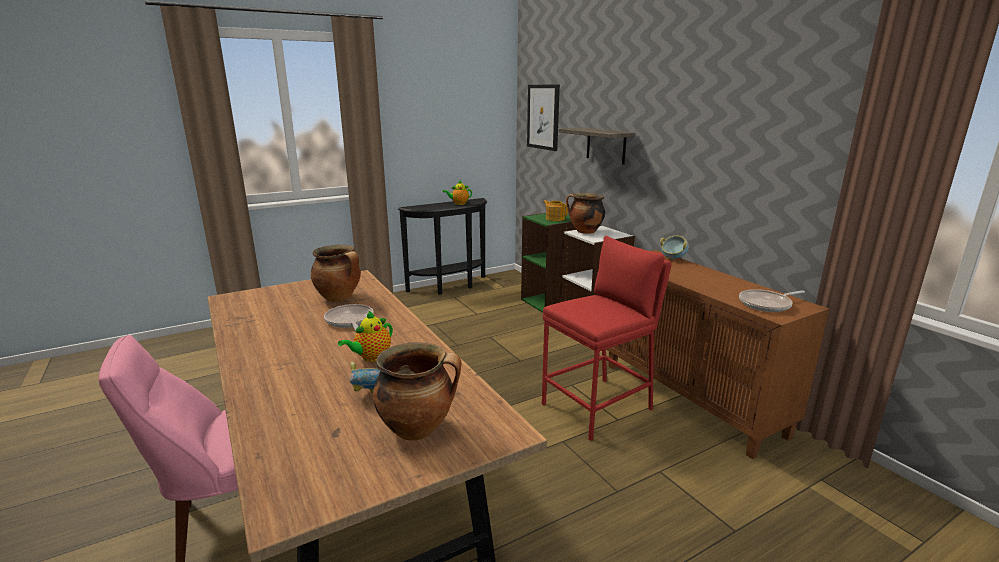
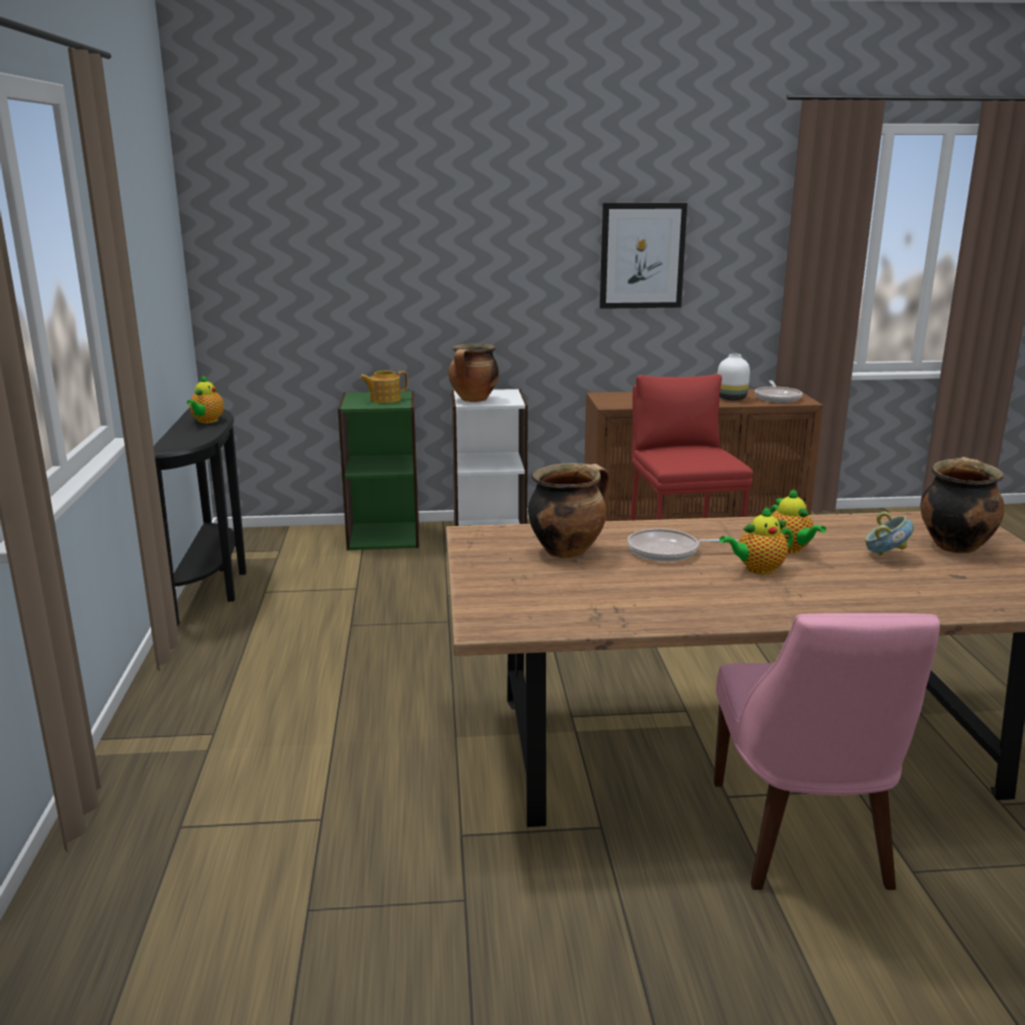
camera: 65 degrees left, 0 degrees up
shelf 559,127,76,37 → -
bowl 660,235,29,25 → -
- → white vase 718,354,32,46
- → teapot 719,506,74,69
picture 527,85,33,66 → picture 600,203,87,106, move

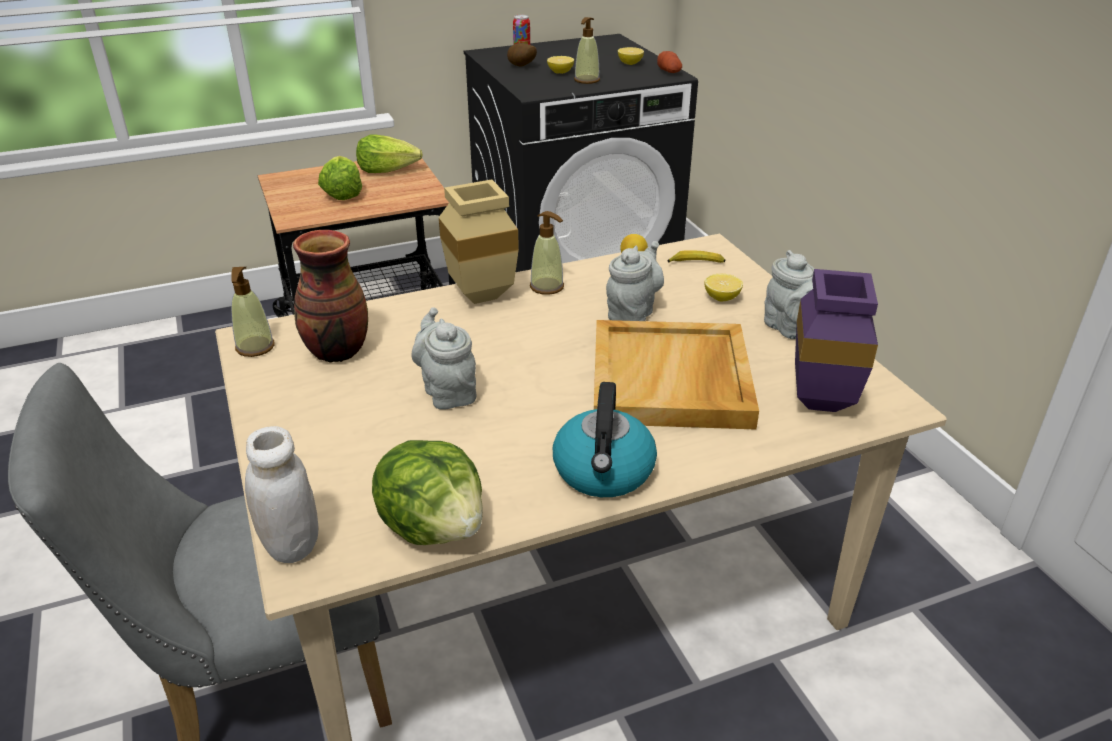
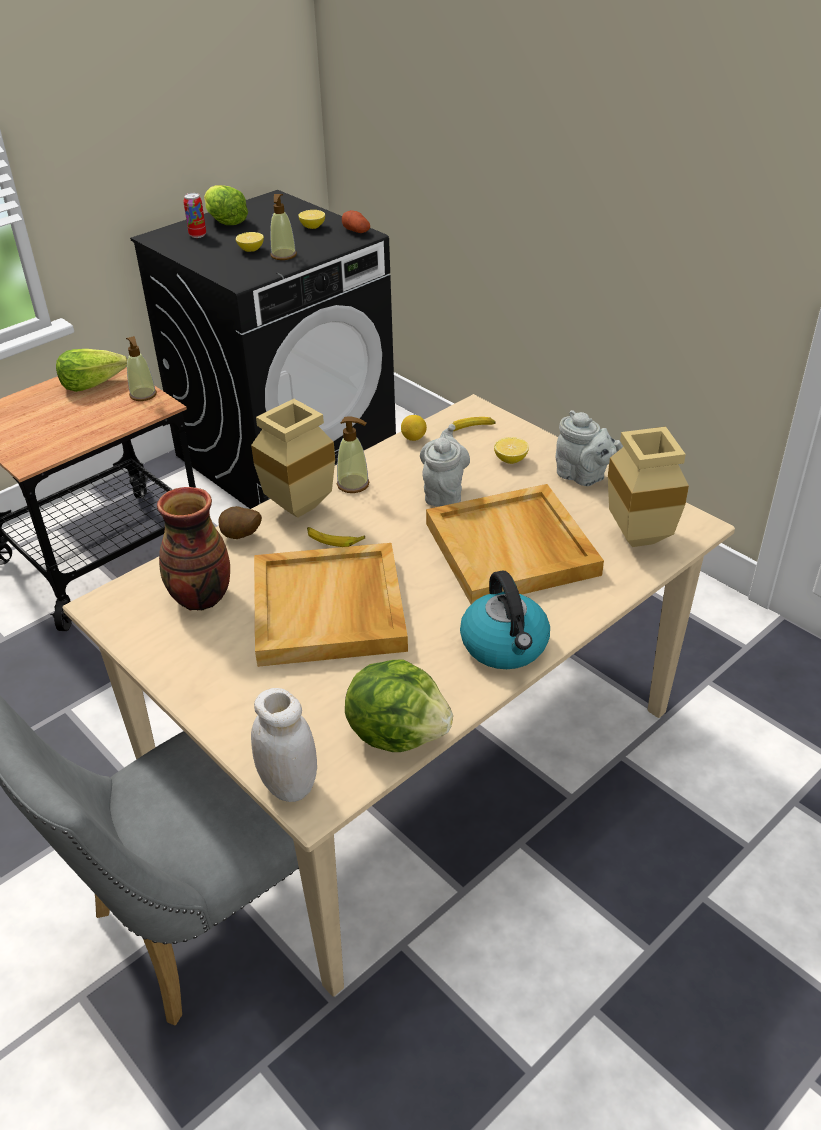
camera: 20 degrees left, 5 degrees up
- → banana 307,527,58,20
soap dispenser 231,267,43,90 → soap dispenser 126,336,31,65, move
lettuce 318,156,44,44 → lettuce 204,185,44,40, move
potato 507,43,30,23 → potato 218,506,44,33, move
grey teapot 411,307,65,102 → beige tray 254,543,154,124
purple vase 795,269,83,143 → beige vase 608,427,81,120

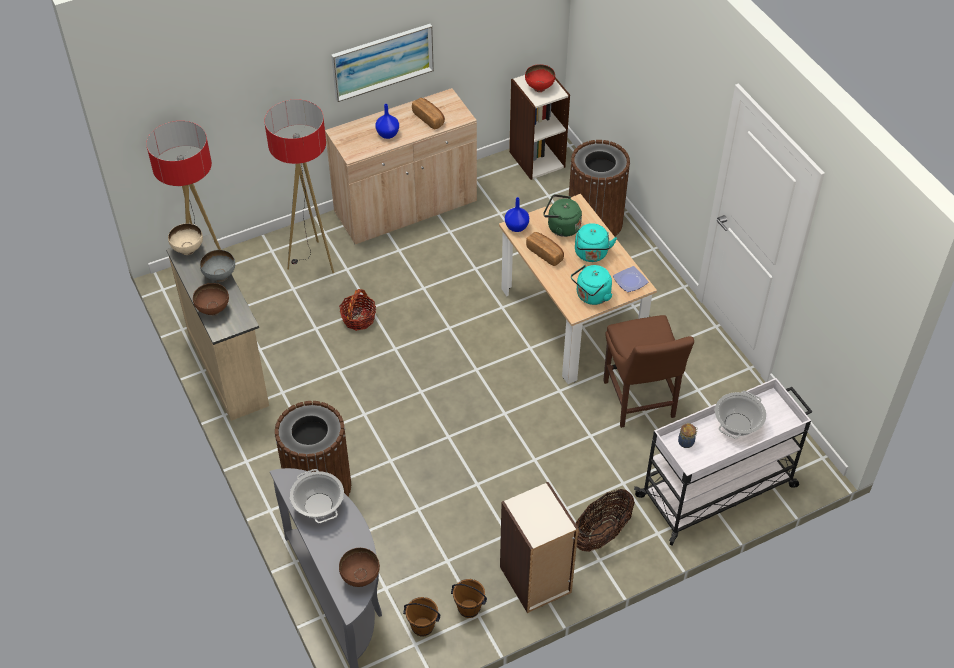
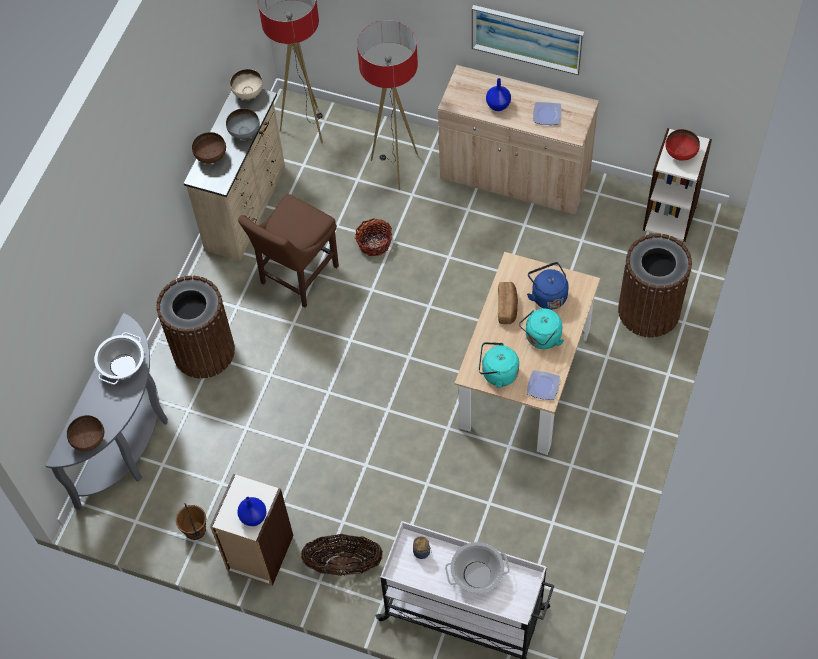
camera: 50 degrees right, 10 degrees up
brown bucket 403,597,38,40 → -
blue vase 505,197,24,35 → blue vase 237,497,30,29, move
brown chair 603,315,91,113 → brown chair 238,194,101,114, move
bread 412,98,33,31 → plate 533,102,29,23
green kettle 543,194,39,43 → blue kettle 527,262,42,48

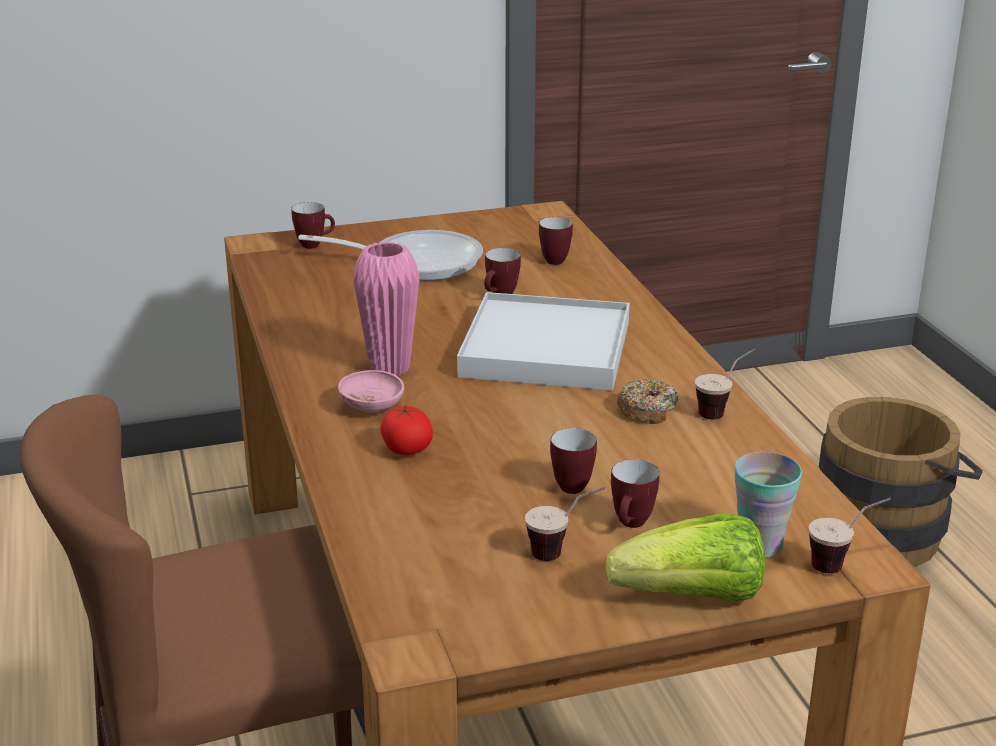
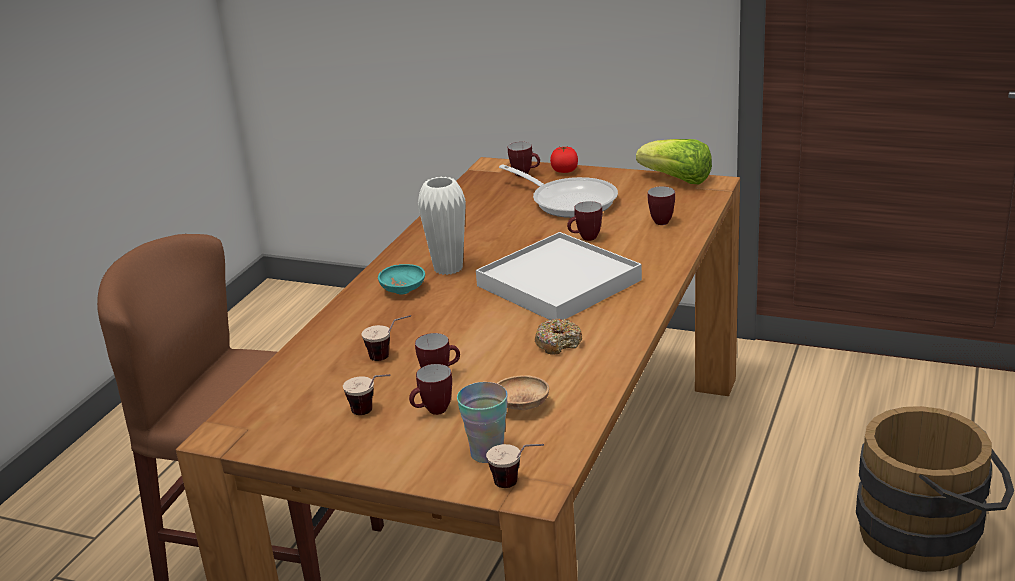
camera: 40 degrees right, 0 degrees up
- → brown bowl 497,375,52,35
tomato 380,405,53,50 → tomato 550,146,28,27, move
lettuce 606,513,159,89 → lettuce 636,139,76,45, move
cup 695,348,60,71 → cup 362,315,49,46, move
pink bowl 338,370,66,43 → turquoise bowl 378,264,47,31
pink vase 353,242,67,134 → white vase 418,177,48,98

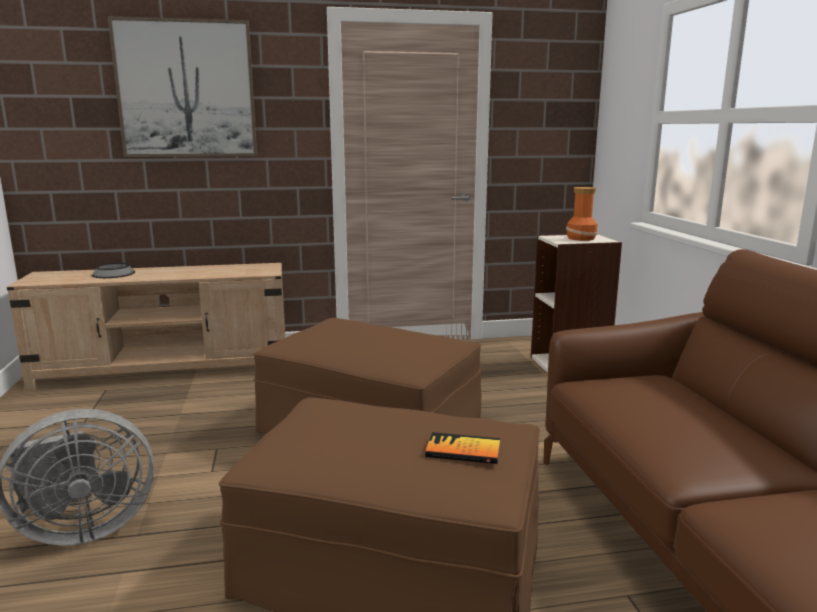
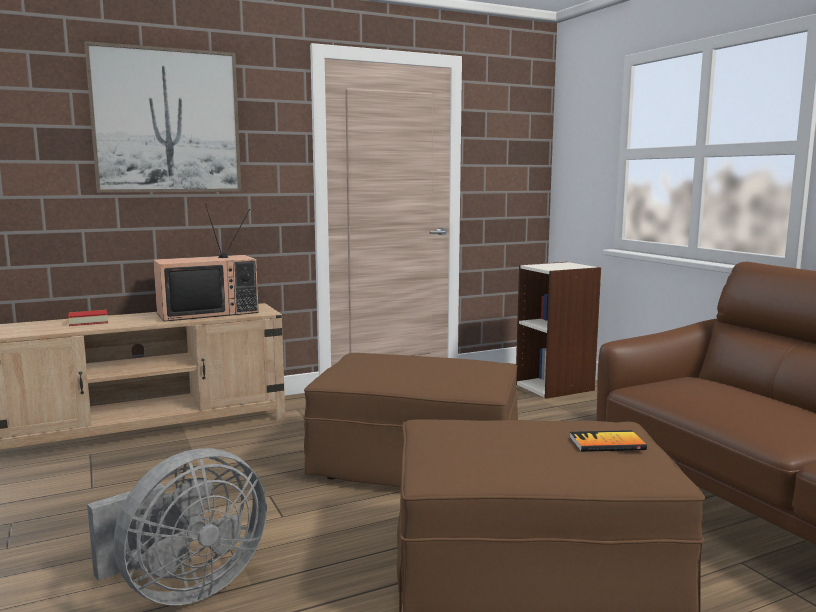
camera: 15 degrees left, 5 degrees down
vase 566,187,32,54 → -
- → television 153,204,106,118
bowl 92,263,43,15 → book 68,310,40,16

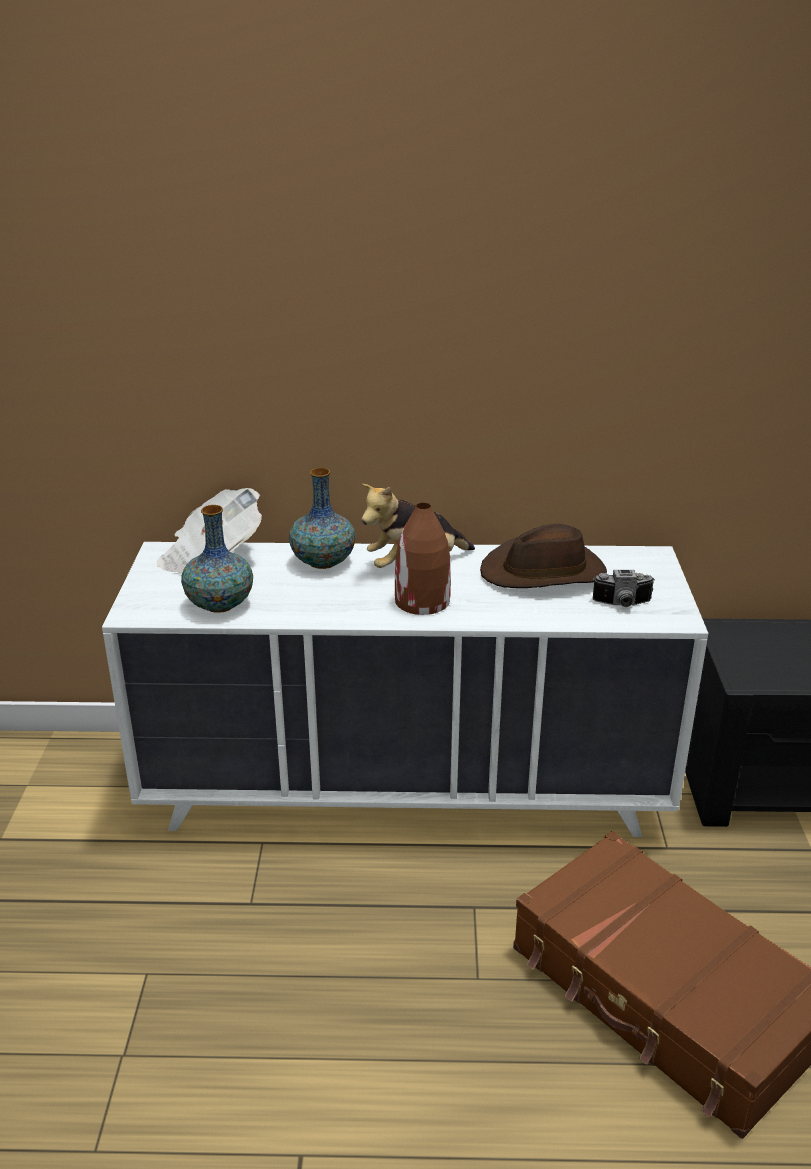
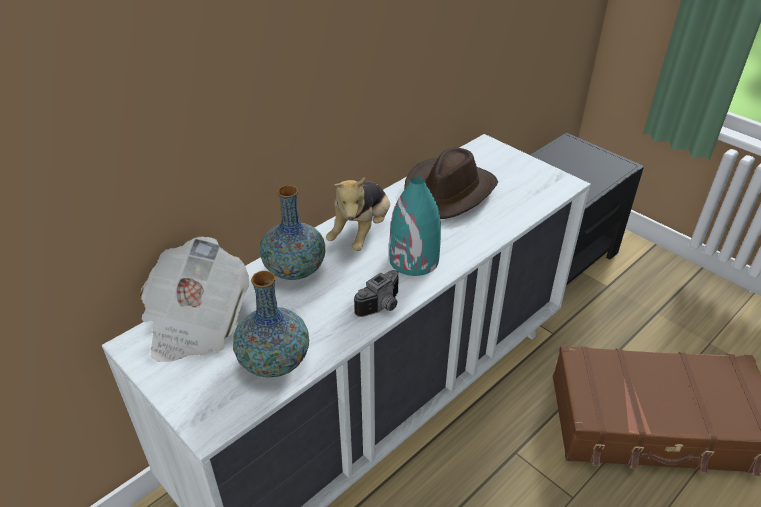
camera: 45 degrees left, 10 degrees up
photo camera 592,570,63,37 → photo camera 354,270,45,47, move
brown vase 395,503,56,112 → turquoise vase 389,177,52,99

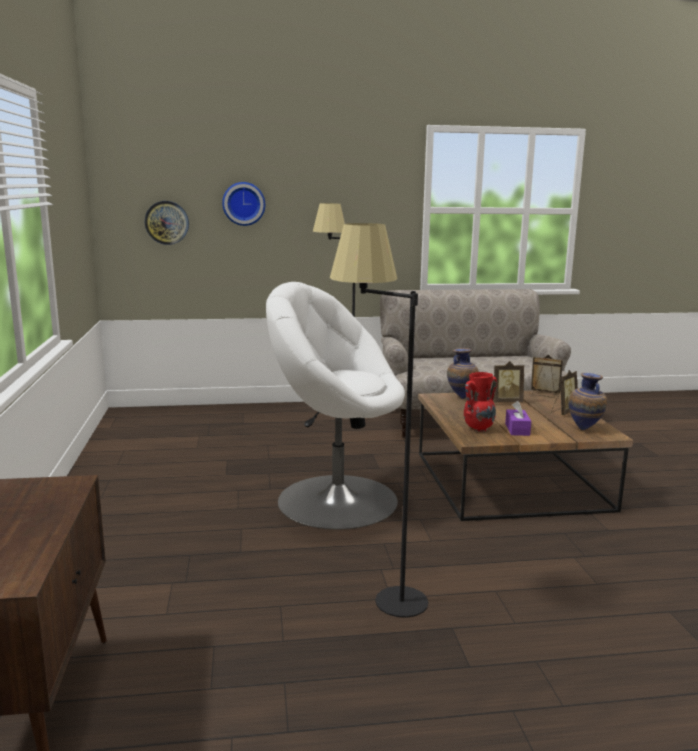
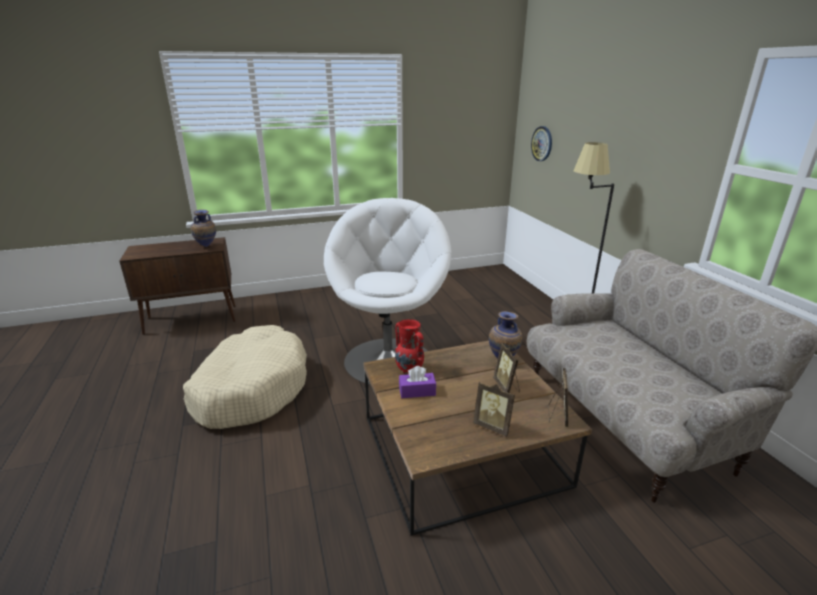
camera: 80 degrees right, 10 degrees up
wall clock 222,182,43,44 → -
vase 569,373,38,57 → vase 191,209,25,38, move
black floor lamp 330,223,98,395 → beige dog bed 183,325,124,104

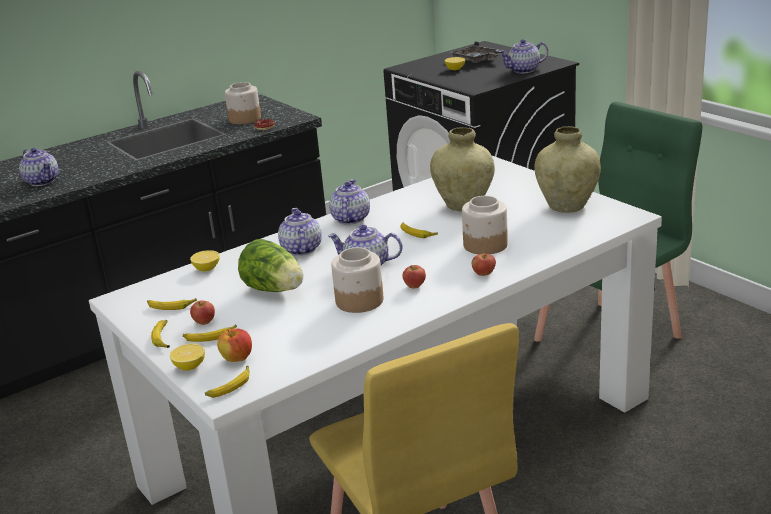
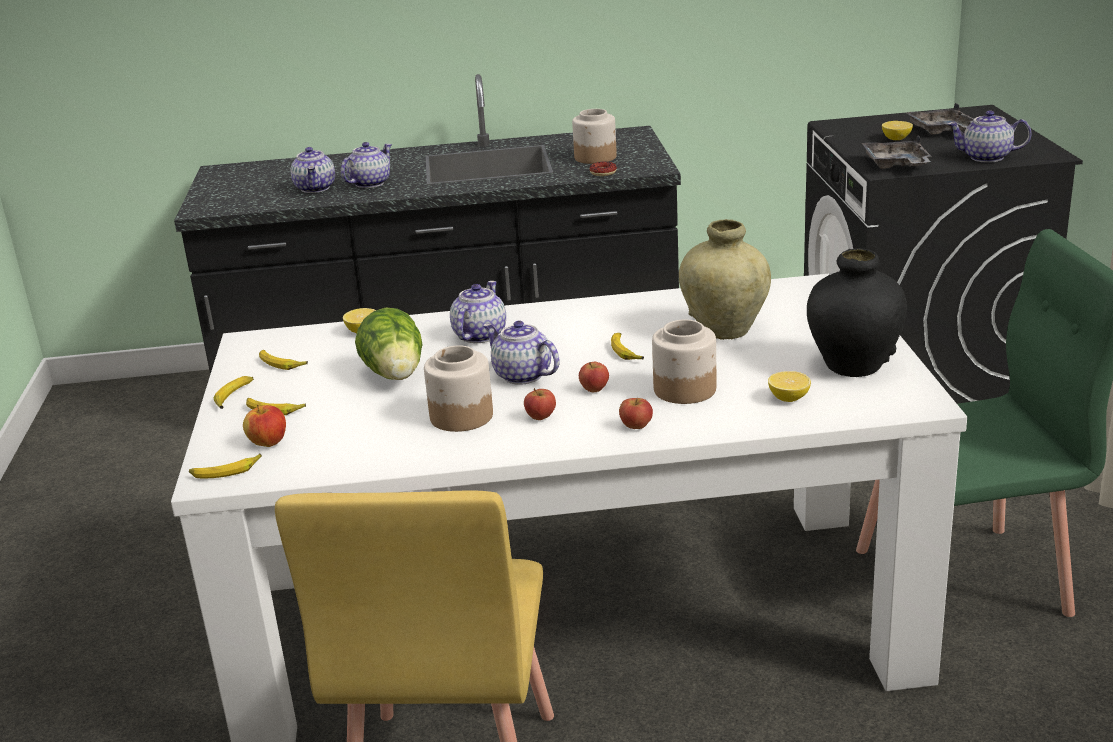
camera: 30 degrees right, 0 degrees up
- → grey tray 862,136,70,33
lemon 170,344,35,27 → lemon 768,371,43,31, move
apple 190,300,25,25 → apple 579,362,30,30, move
teapot 329,179,41,46 → teapot 341,142,51,46, move
beige vase 534,126,67,87 → black vase 807,248,100,129

